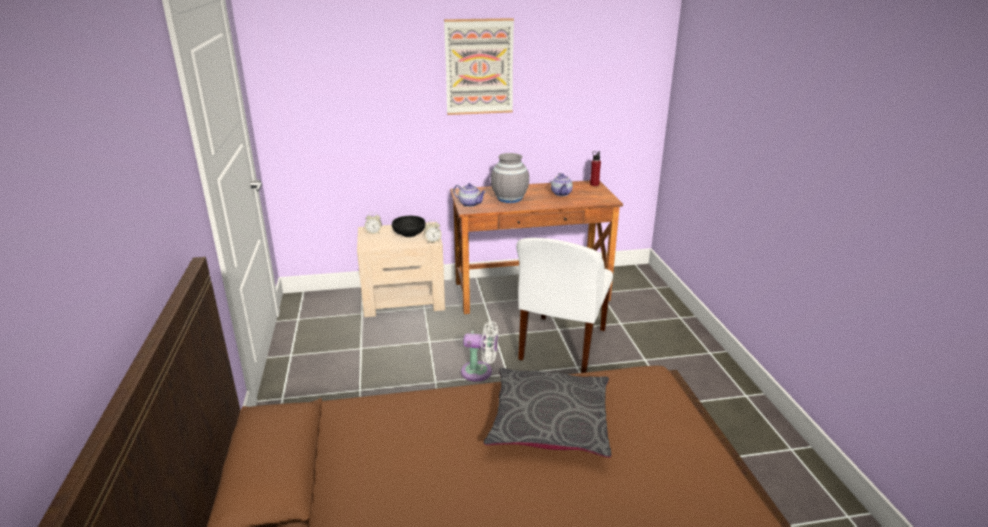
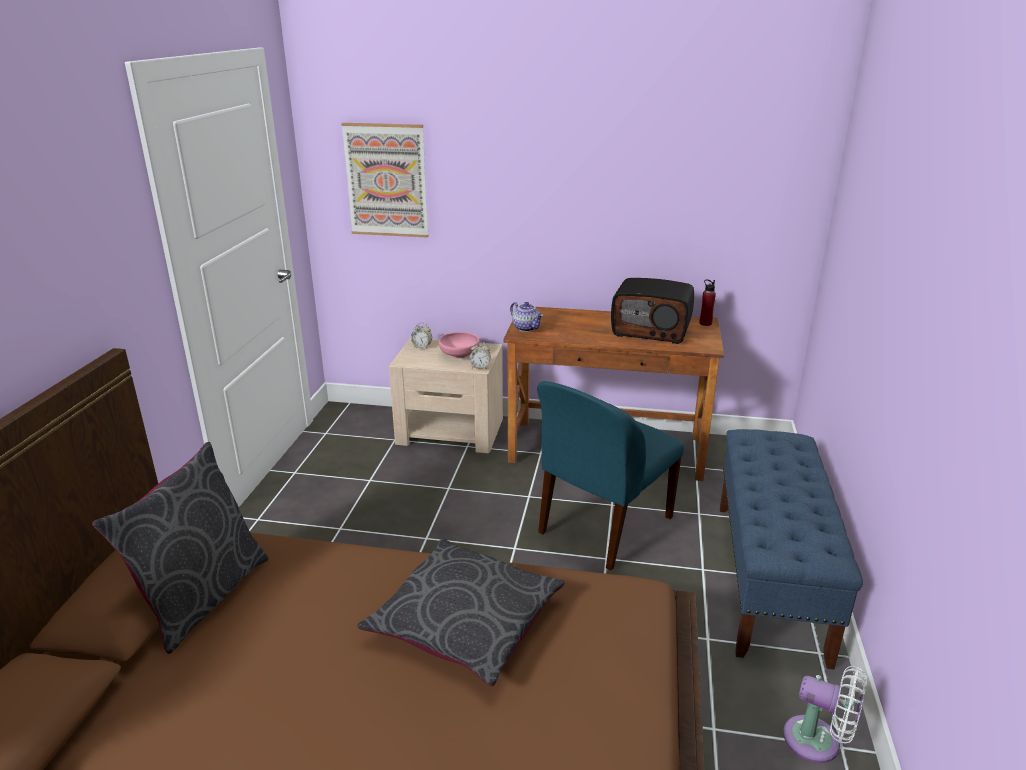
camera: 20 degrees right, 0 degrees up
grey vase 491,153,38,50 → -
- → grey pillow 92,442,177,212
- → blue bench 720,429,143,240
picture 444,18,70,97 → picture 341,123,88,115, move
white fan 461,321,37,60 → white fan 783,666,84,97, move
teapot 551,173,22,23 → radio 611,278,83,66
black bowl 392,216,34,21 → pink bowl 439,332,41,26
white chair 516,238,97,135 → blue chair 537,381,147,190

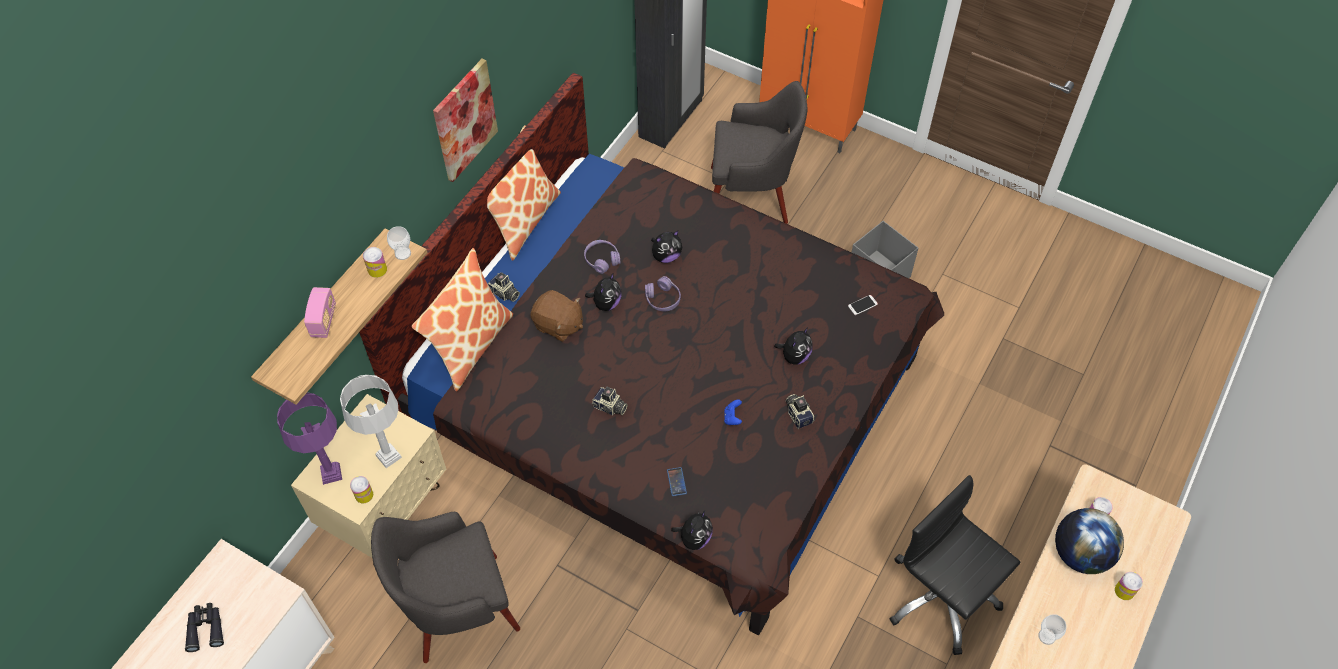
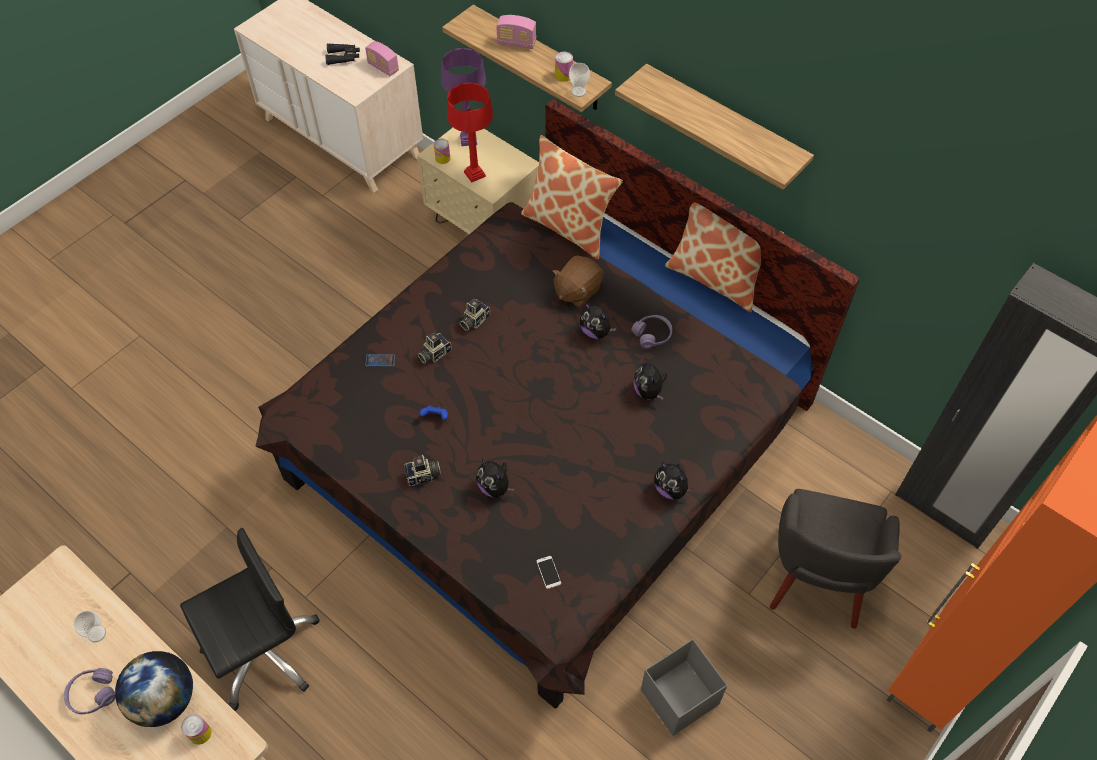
camera: 100 degrees right, 0 degrees up
grey armchair 371,512,149,151 → -
can 1115,572,28,28 → -
- → radio 365,41,34,35
photo camera 488,272,32,30 → photo camera 418,332,34,32, move
purple headphones 645,276,36,35 → purple headphones 64,668,51,46, move
plush toy 671,511,42,39 → plush toy 654,462,40,38, move
picture 433,59,65,123 → shelf 615,64,199,126
grey table lamp 340,375,62,93 → red table lamp 447,82,46,100

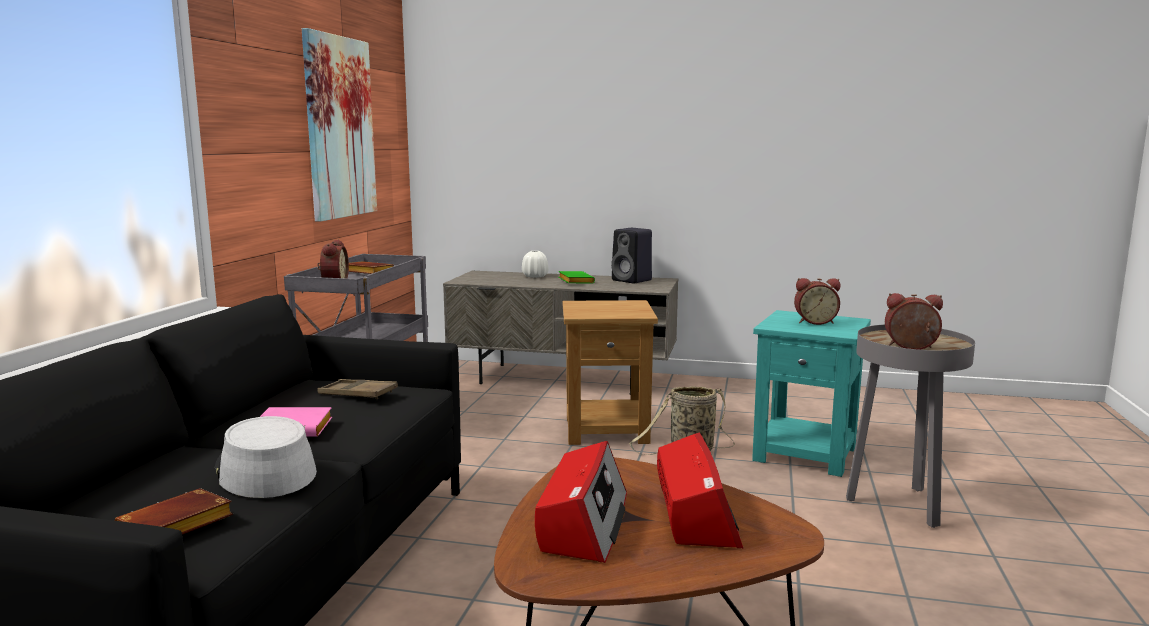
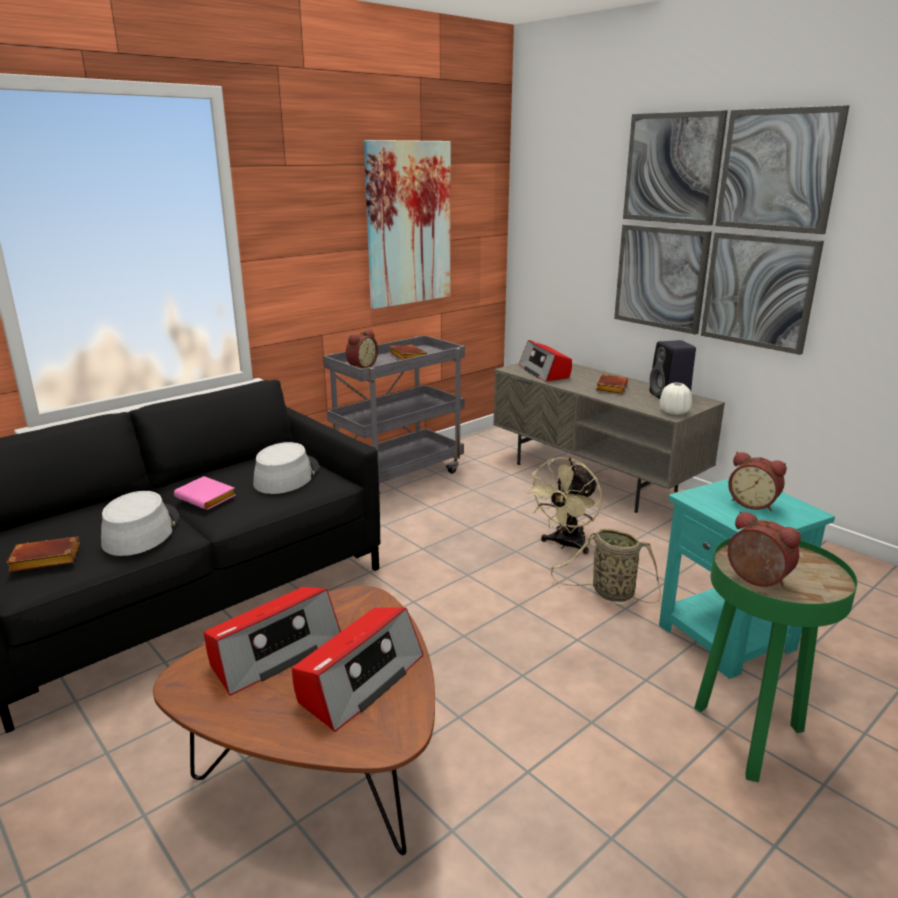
camera: 35 degrees right, 10 degrees up
- → radio 519,340,53,42
- → picture 614,105,235,250
white vase 522,251,26,27 → white vase 660,382,32,33, move
brown tray 317,379,81,20 → grey hat 253,442,66,52
brown side table 563,300,95,145 → beige fan 526,457,76,97
green book 559,271,36,12 → brown book 596,374,32,20
grey side table 846,325,129,203 → green side table 694,538,164,244

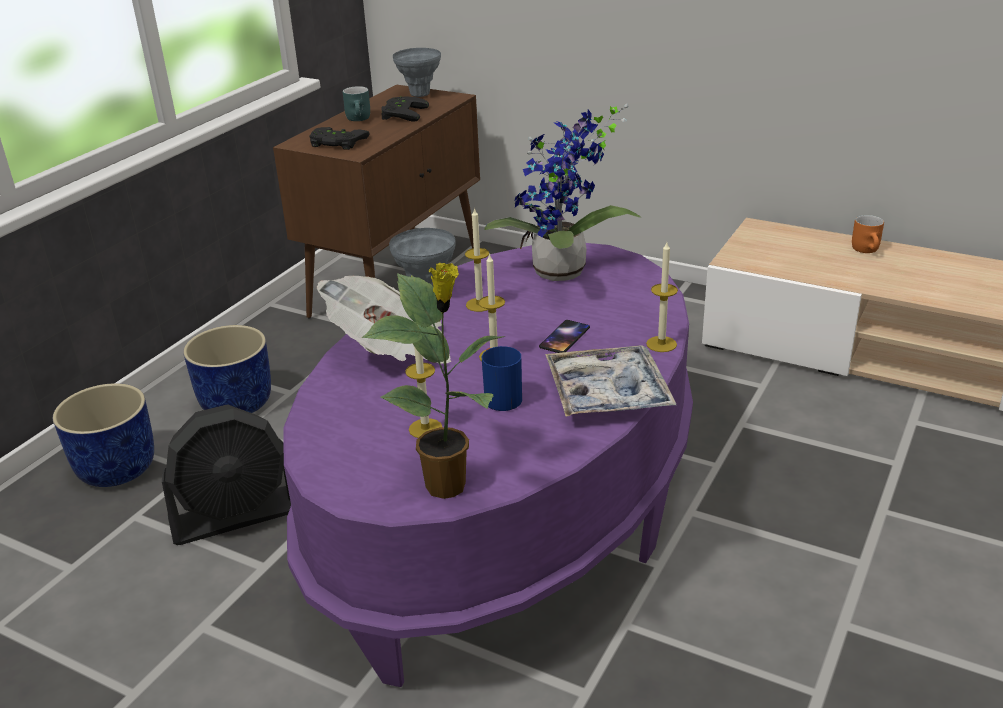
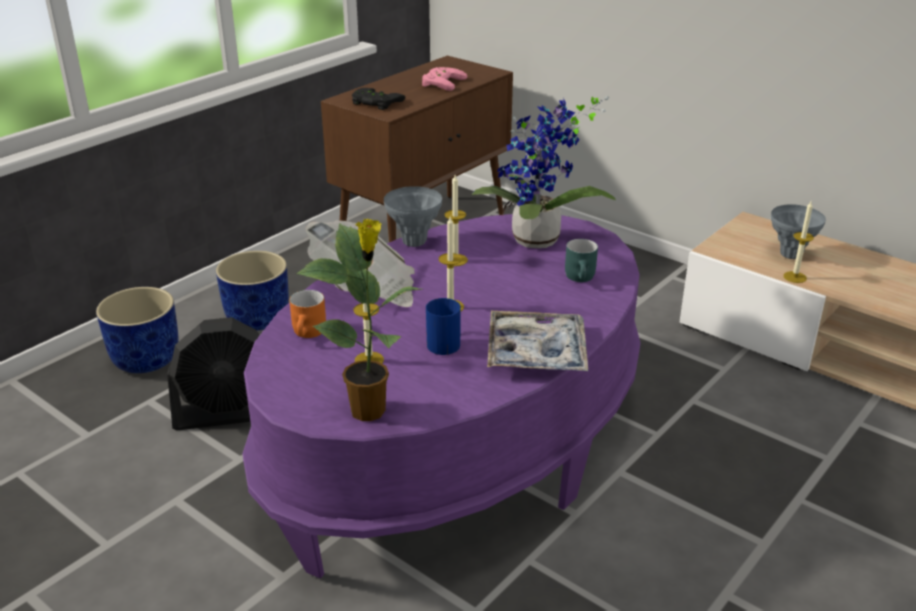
camera: 10 degrees right, 0 degrees up
phone 539,320,51,33 → -
turquoise mug 343,86,27,35 → turquoise mug 565,239,33,43, move
grey vase 393,48,48,49 → grey vase 771,204,55,55, move
candle 646,242,32,110 → candle 783,202,31,81, move
orange mug 852,215,32,38 → orange mug 290,290,36,48, move
black game controller 381,96,48,26 → pink game controller 422,67,46,24

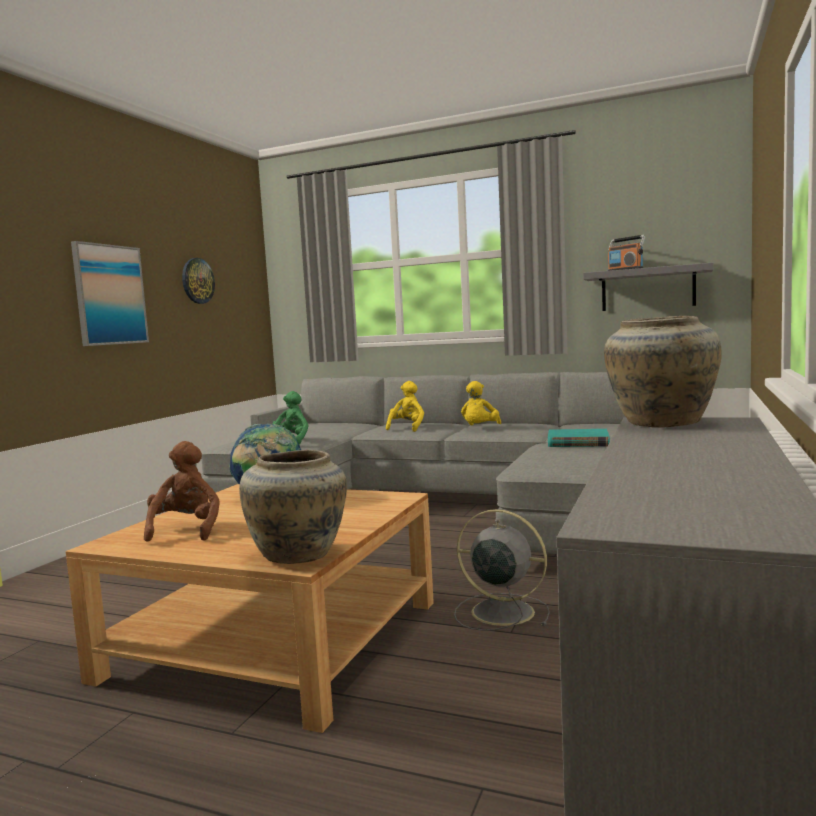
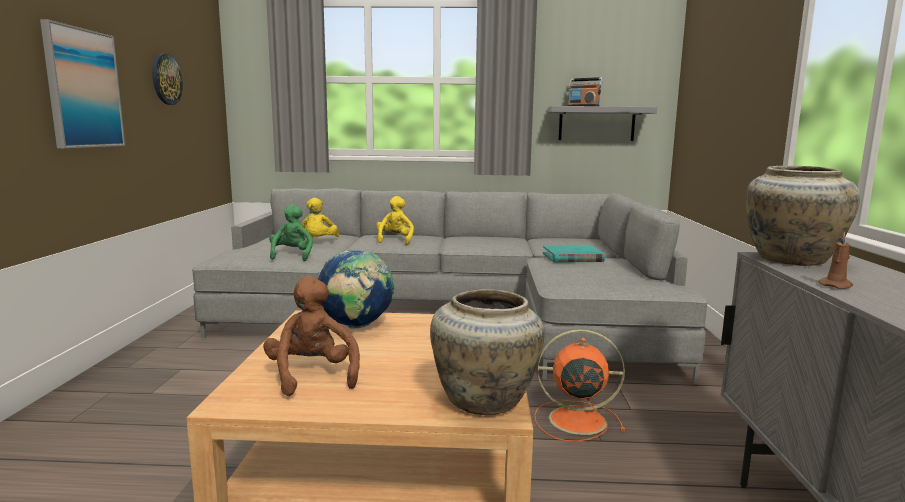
camera: 20 degrees left, 5 degrees up
- → brown candle 818,232,35,57
yellow plush toy 461,381,40,44 → yellow plush toy 302,198,37,40, move
grey fan 454,509,96,122 → orange fan 534,329,91,113

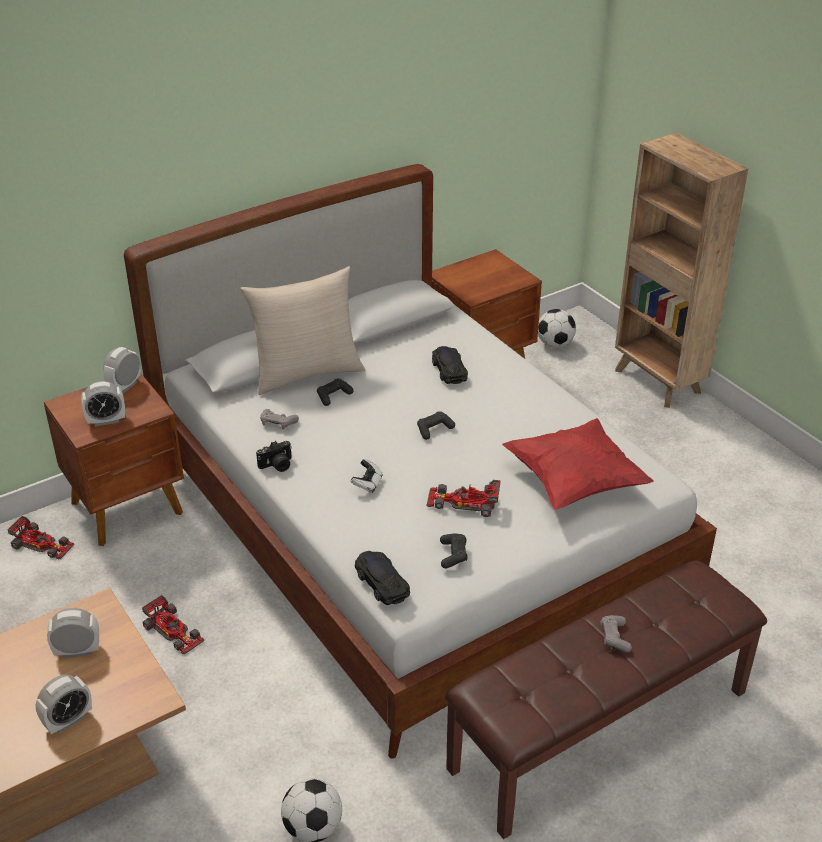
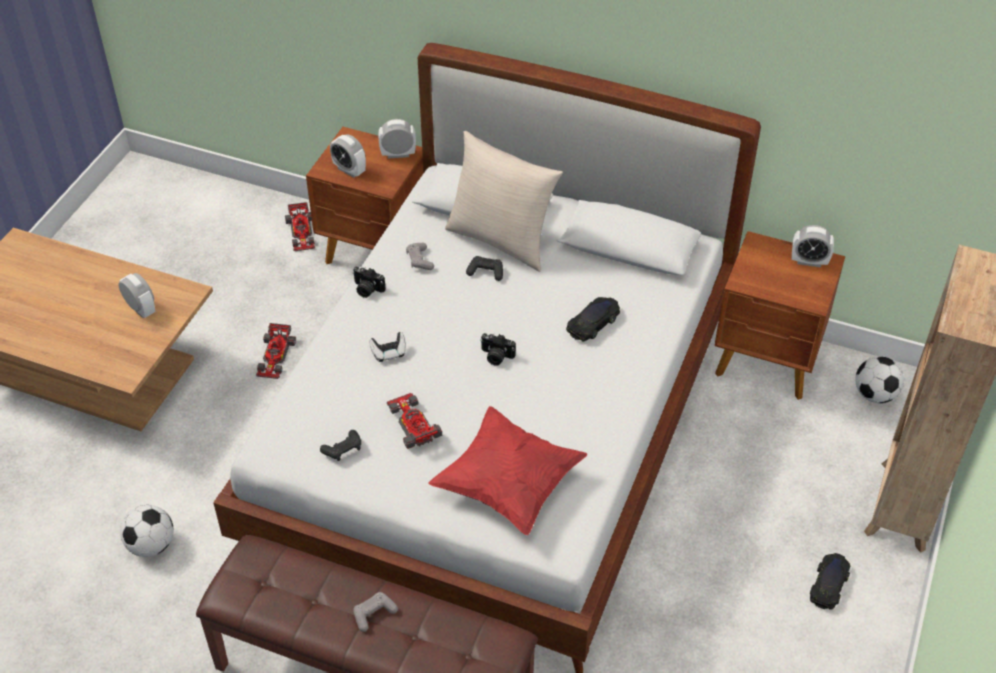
camera: 55 degrees right, 10 degrees up
alarm clock 36,675,56,59 → alarm clock 792,225,42,42, move
black toy car 355,551,55,54 → black toy car 810,553,40,57, move
black game controller 417,411,38,29 → photo camera 480,333,36,33

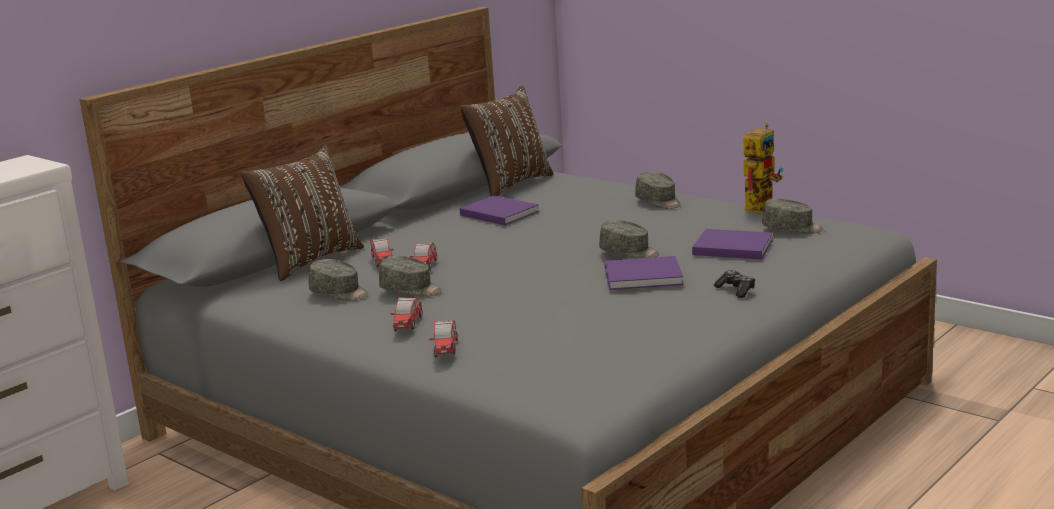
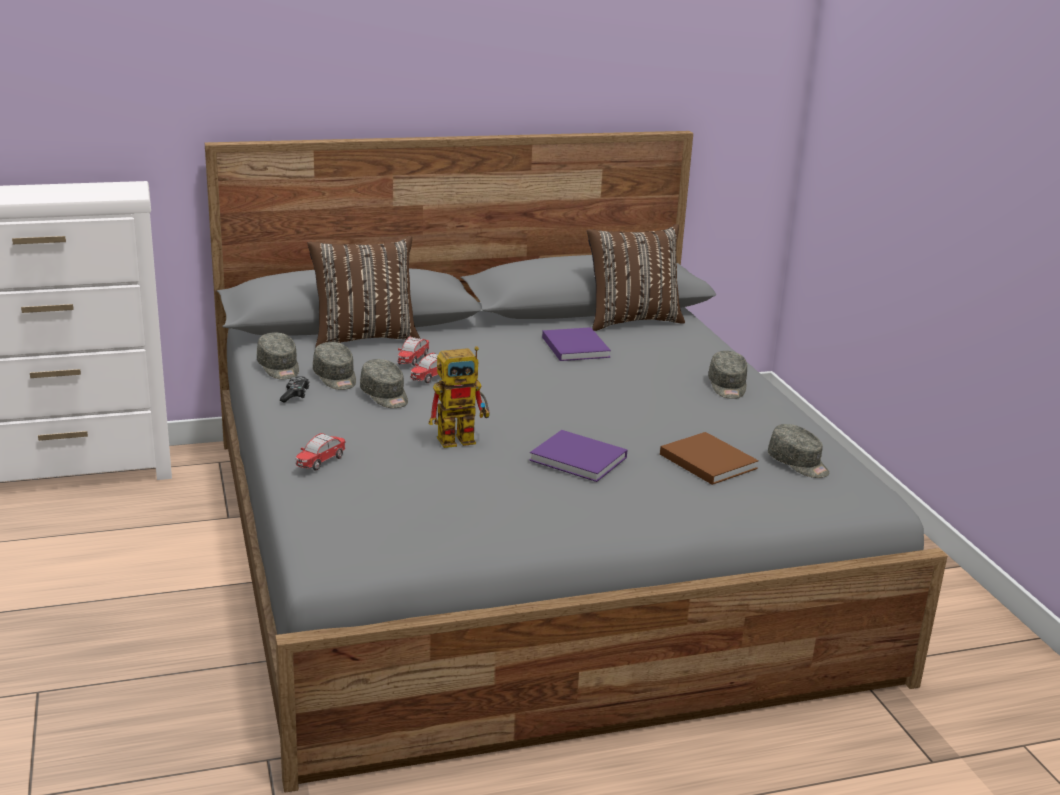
camera: 30 degrees right, 5 degrees up
toy car 390,297,33,35 → -
grey cap 599,220,60,39 → grey cap 257,332,42,47, move
game controller 714,270,41,28 → game controller 280,376,30,26, move
toy robot 744,123,39,90 → toy robot 429,346,61,102, move
purple book 692,229,81,31 → brown book 660,432,99,53

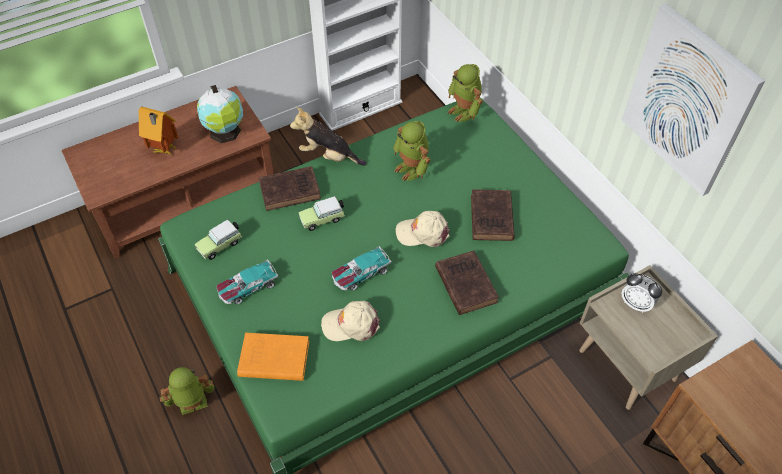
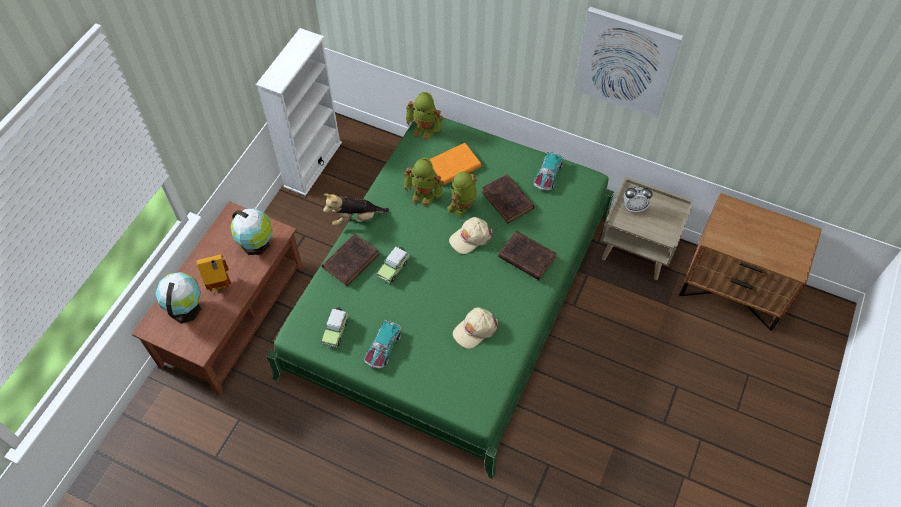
camera: 35 degrees left, 5 degrees up
- → globe 155,272,46,52
toy robot 160,367,55,48 → toy robot 448,172,29,45, move
orange book 237,333,72,48 → orange book 430,143,51,42, move
toy car 332,246,60,45 → toy car 534,152,30,39, move

